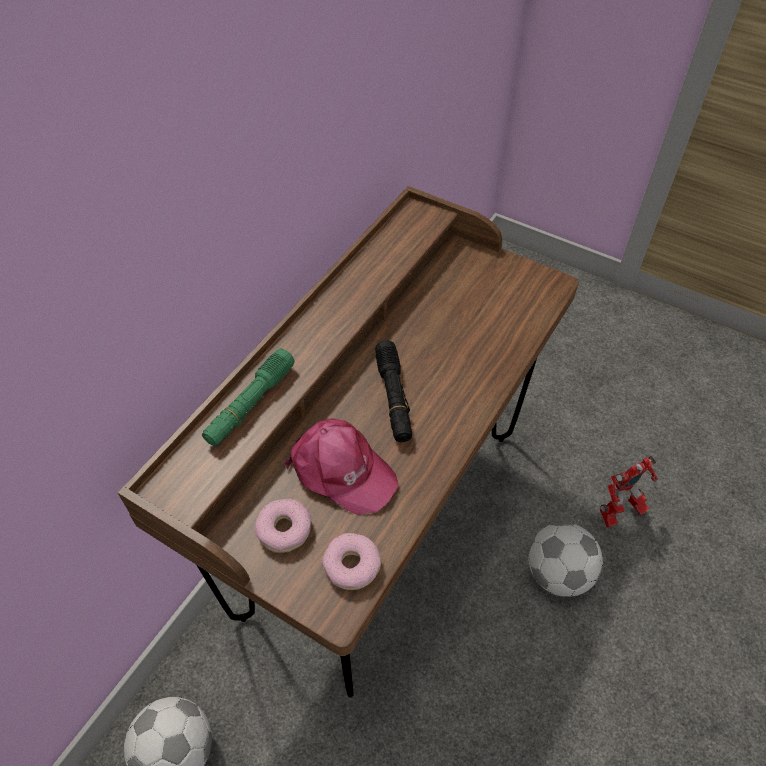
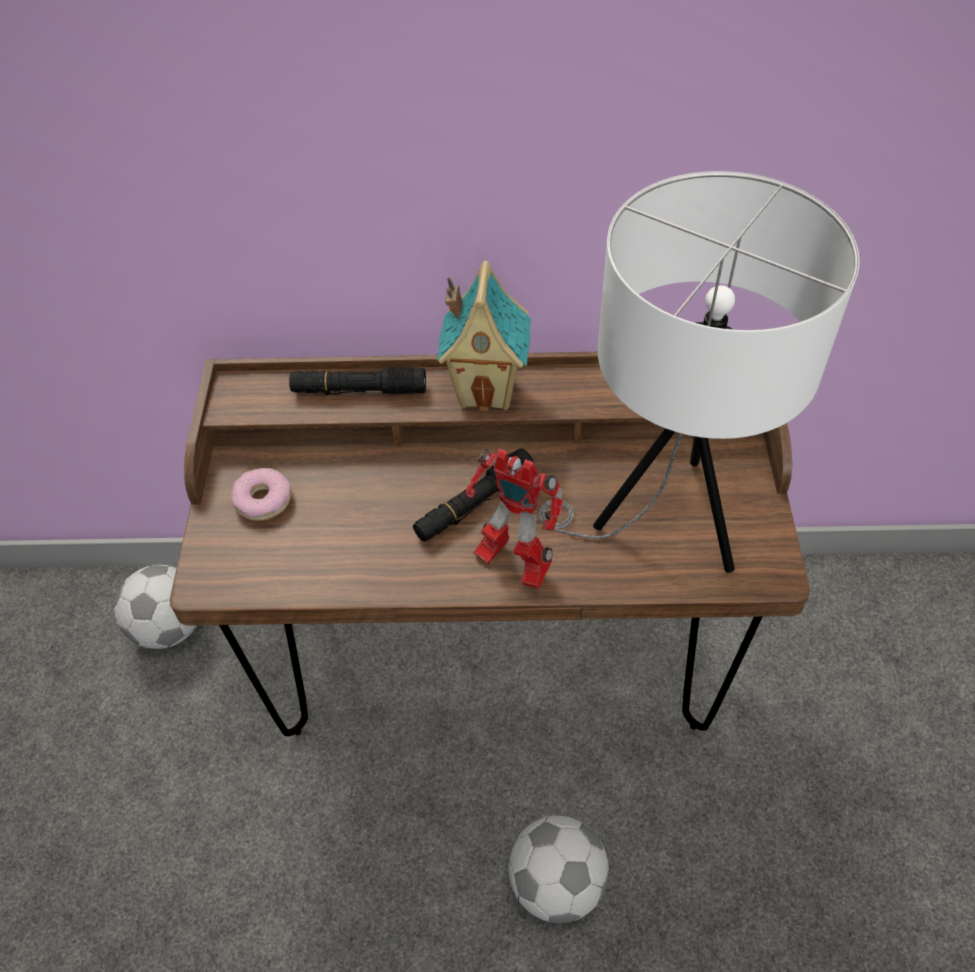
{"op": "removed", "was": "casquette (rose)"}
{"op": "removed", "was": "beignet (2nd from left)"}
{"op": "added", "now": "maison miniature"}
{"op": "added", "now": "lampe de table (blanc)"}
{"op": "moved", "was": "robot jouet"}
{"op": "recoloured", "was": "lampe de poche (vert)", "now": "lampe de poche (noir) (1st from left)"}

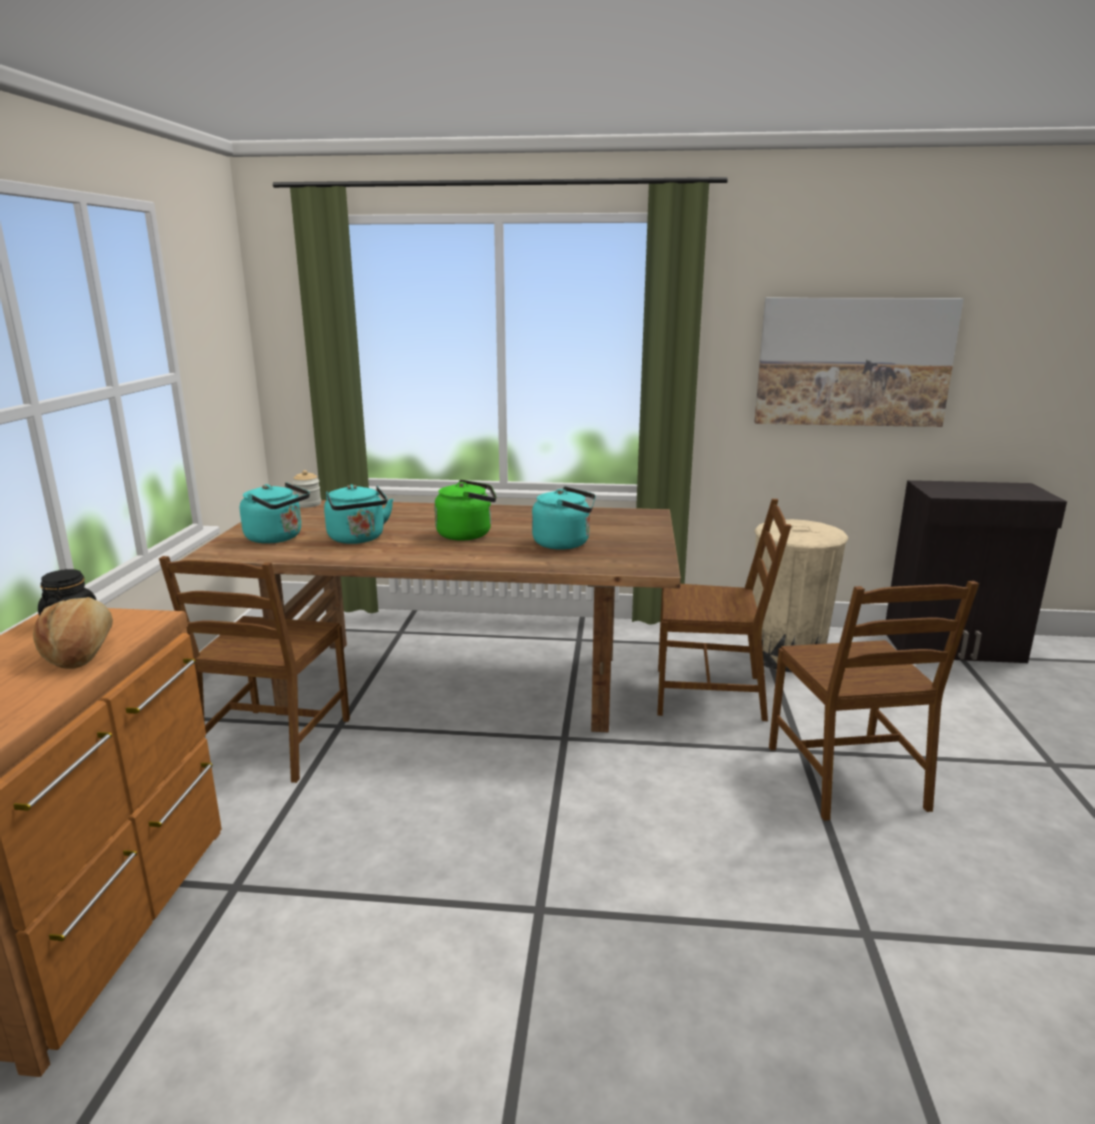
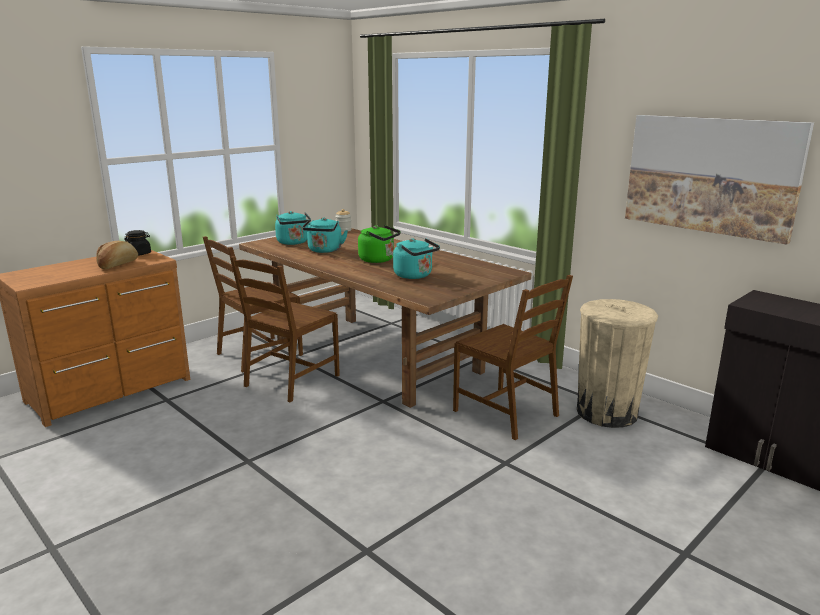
{"op": "moved", "was": "chaise (marron) (3rd from left in the first image)", "now": "chaise (marron) (2nd from left)"}

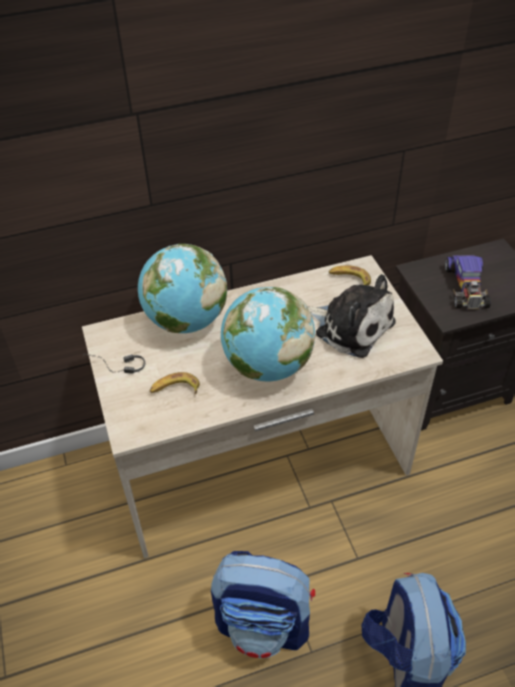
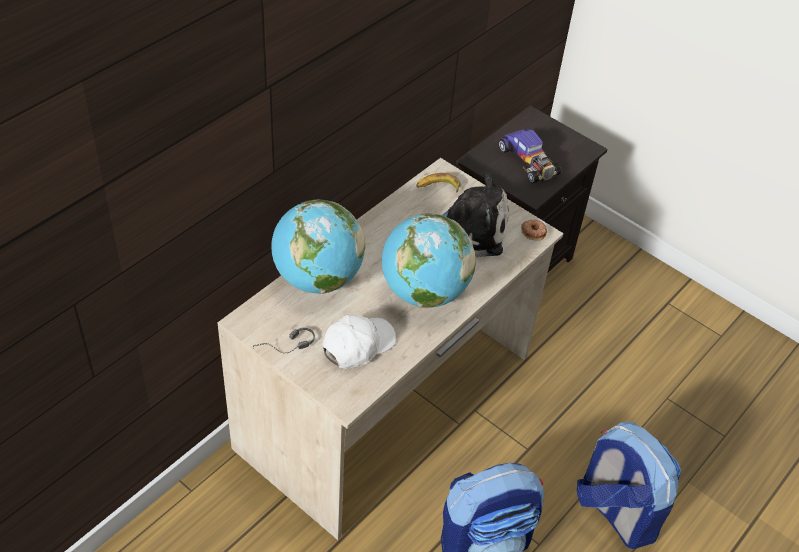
{"op": "added", "now": "beignet"}
{"op": "replaced", "was": "banane (1st from left)", "now": "casquette (blanc)"}

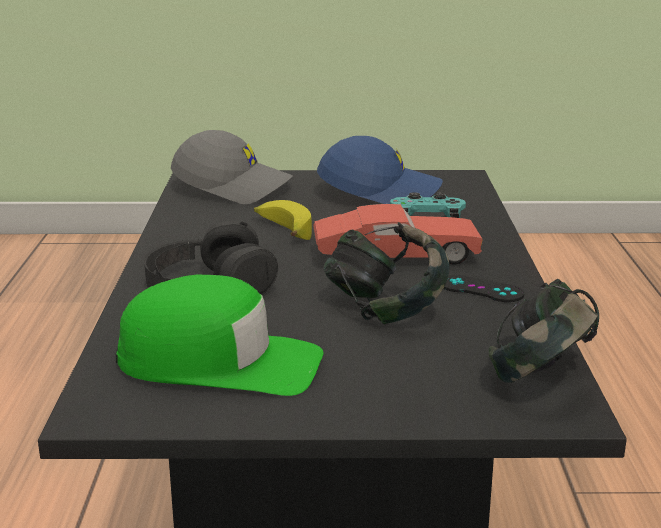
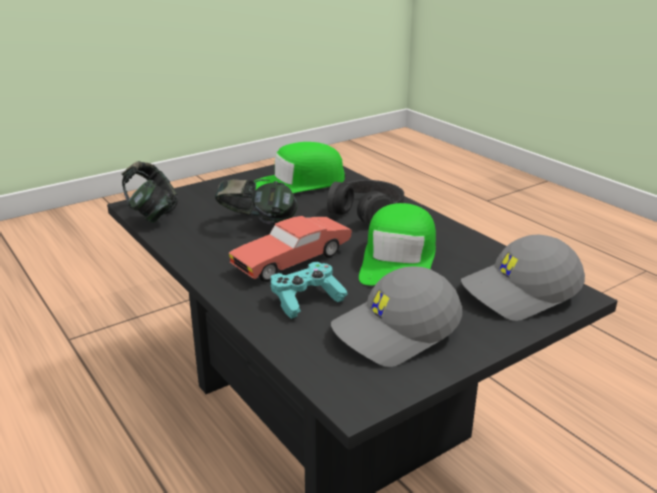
{"op": "removed", "was": "manette (noir)"}
{"op": "replaced", "was": "banane", "now": "casquette (vert) (2nd from left)"}
{"op": "recoloured", "was": "casquette (bleu)", "now": "casquette (gris) (1st from left)"}

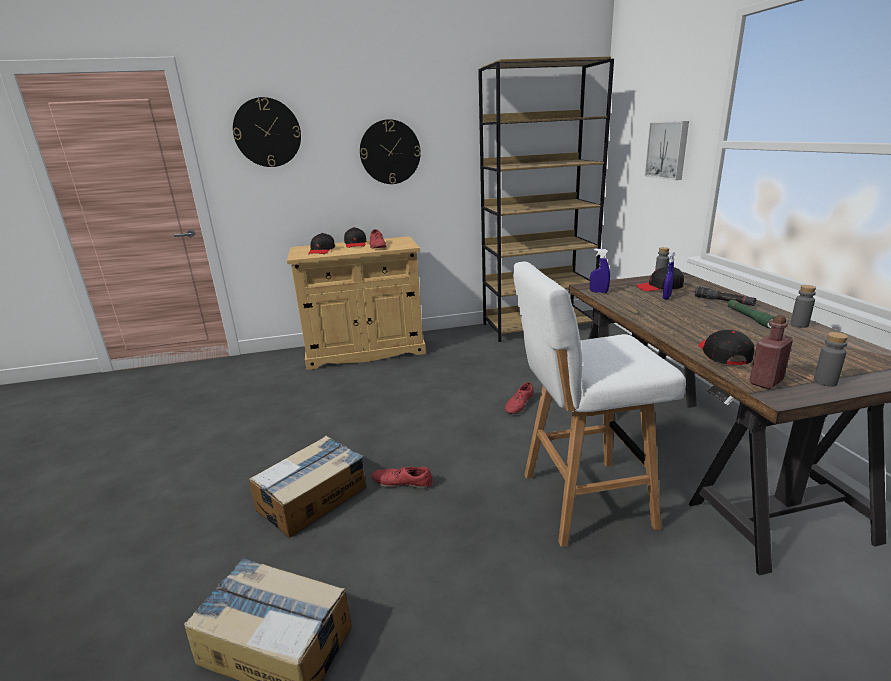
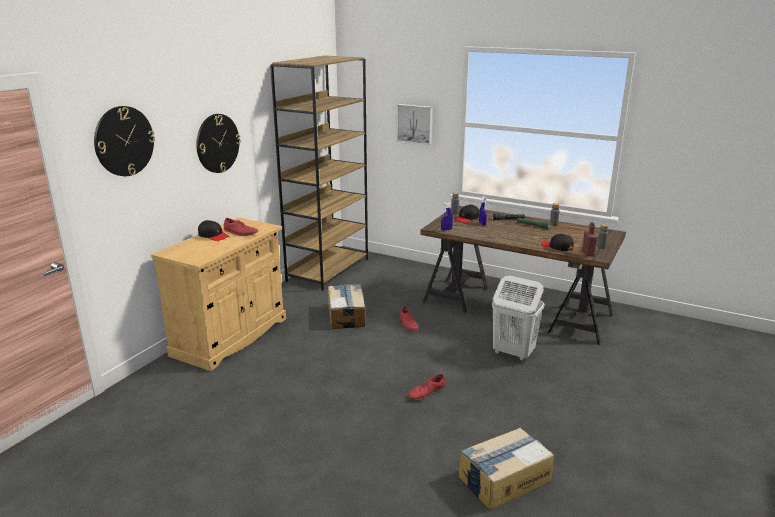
{"op": "removed", "was": "casquette (noir) (1st from left)"}
{"op": "moved", "was": "carton (2nd from left in the first image)", "now": "carton (1st from left)"}
{"op": "replaced", "was": "tabouret (blanc)", "now": "panier à linge (blanc)"}

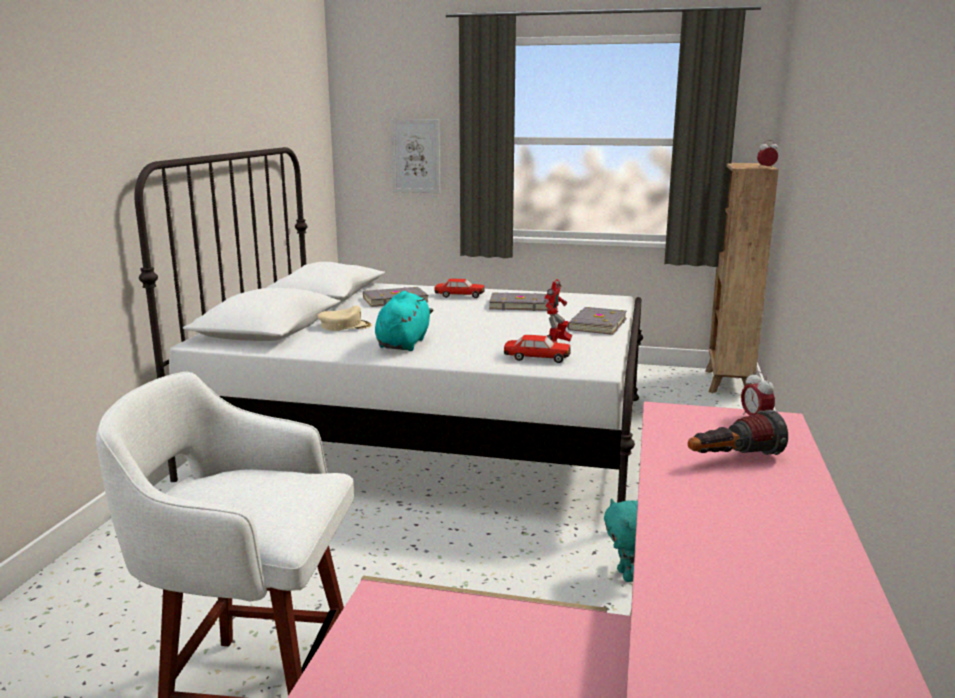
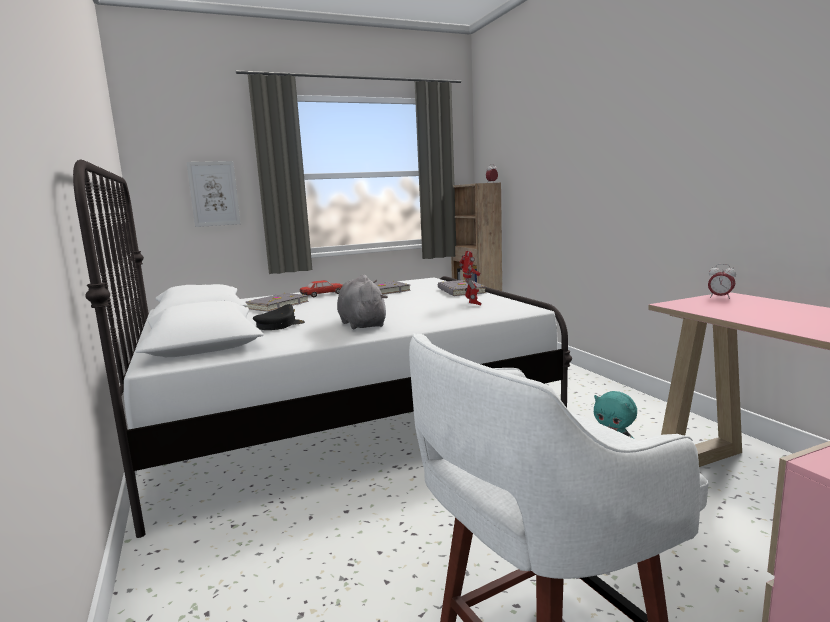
{"op": "removed", "was": "petite voiture (2nd from left)"}
{"op": "removed", "was": "lampe de poche"}
{"op": "recoloured", "was": "casquette (beige)", "now": "casquette (noir)"}
{"op": "recoloured", "was": "peluche (turquoise) (1st from left)", "now": "peluche (gris)"}

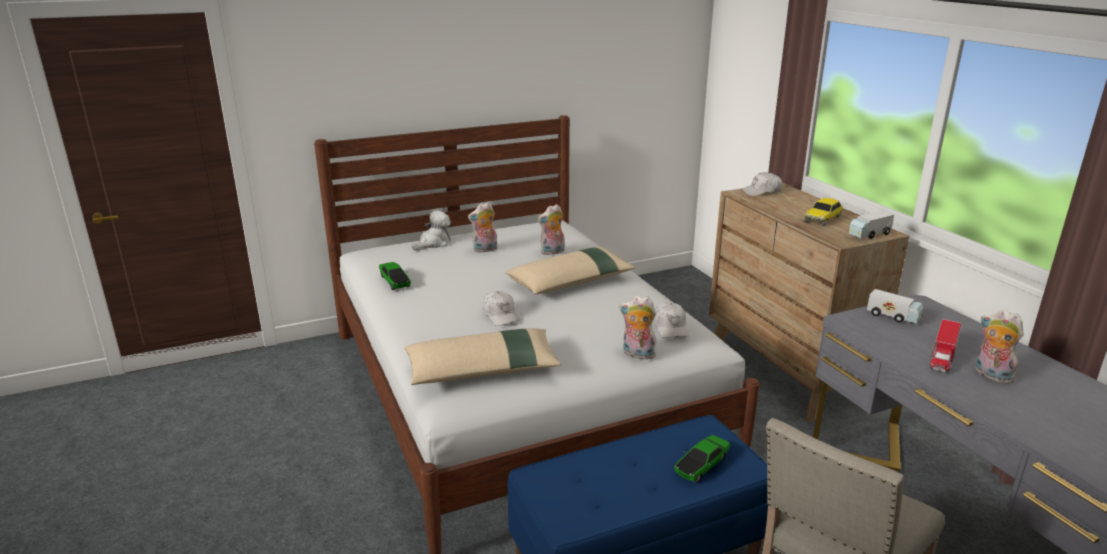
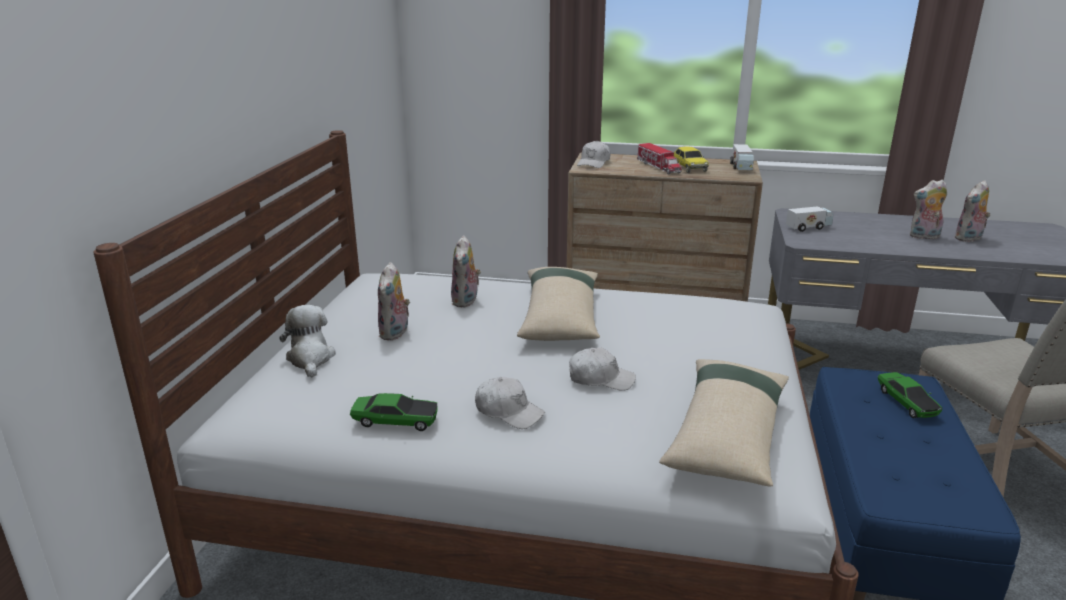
{"op": "moved", "was": "peluche (4th from left in the first image)", "now": "peluche (5th from left)"}
{"op": "moved", "was": "casquette (blanc) (2nd from left in the first image)", "now": "casquette (blanc) (1st from left)"}
{"op": "moved", "was": "camion jouet (3rd from left in the first image)", "now": "camion jouet (1st from left)"}

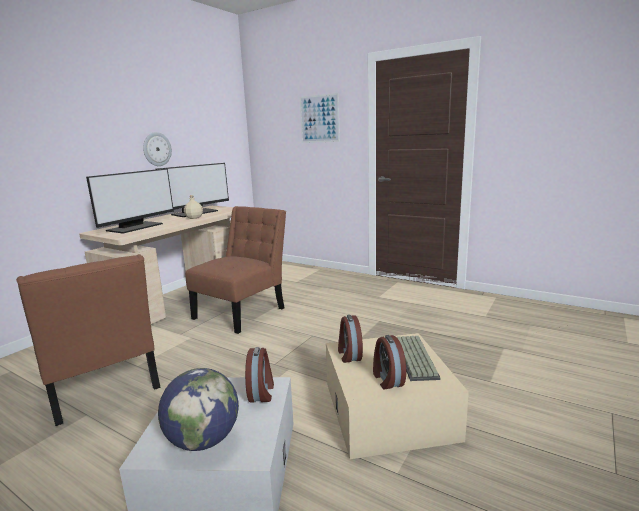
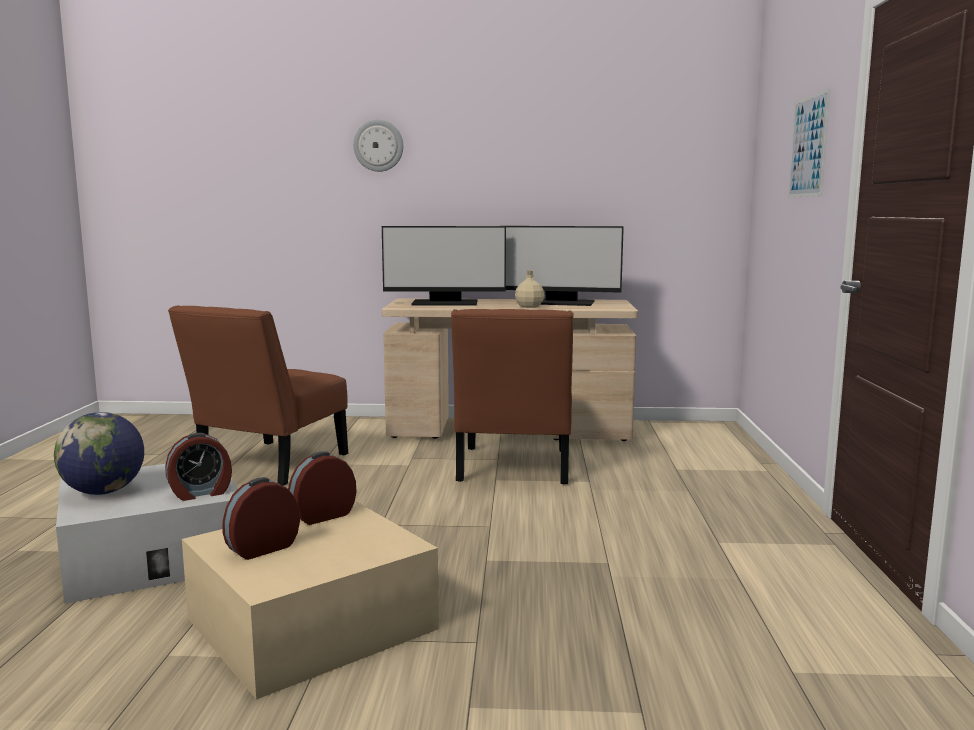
{"op": "removed", "was": "clavier"}
{"op": "moved", "was": "horloge murale"}
{"op": "turned", "was": "chaise (marron) (2nd from left)", "clockwise": 90}

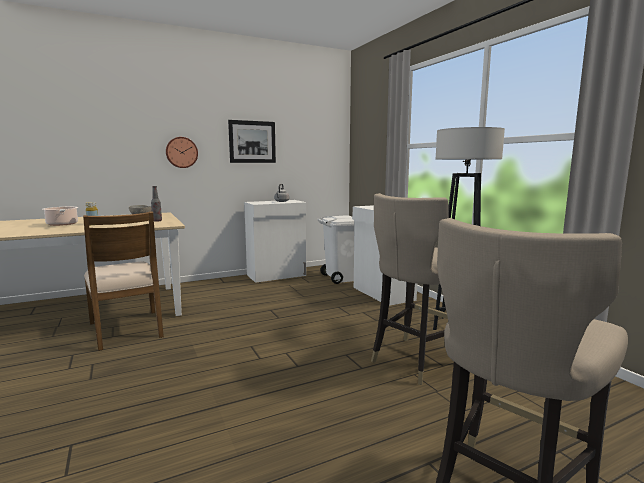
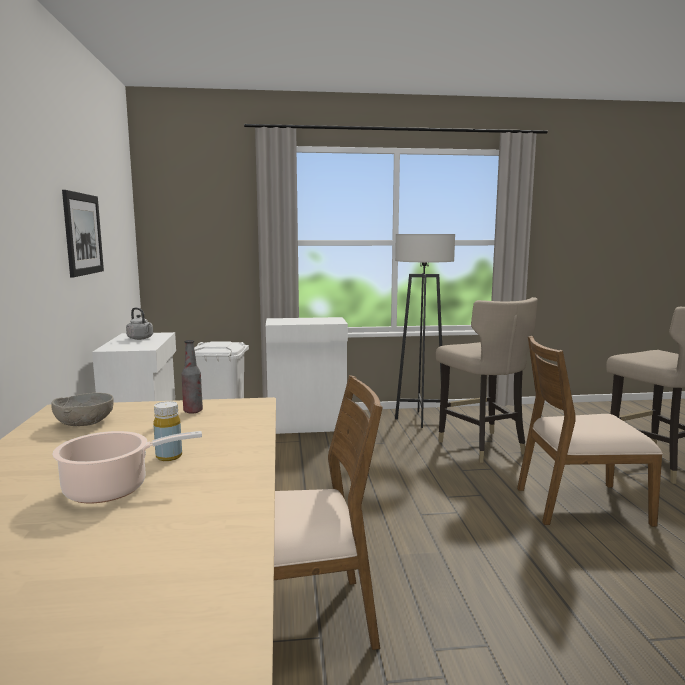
{"op": "removed", "was": "horloge murale"}
{"op": "added", "now": "chaise (marron) (2nd from left)"}

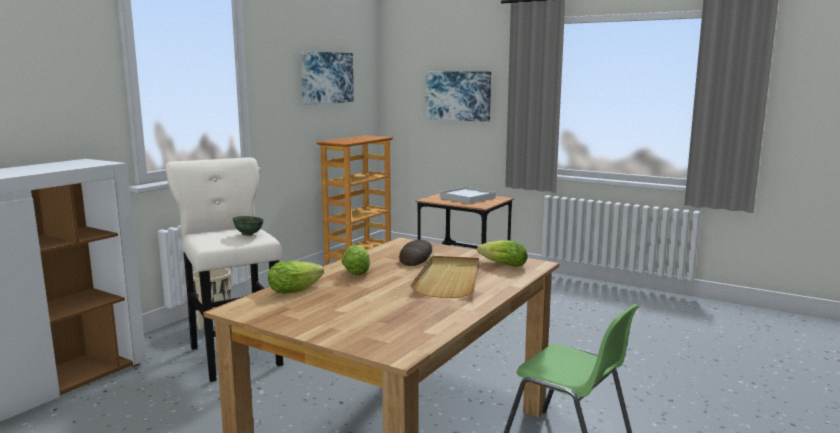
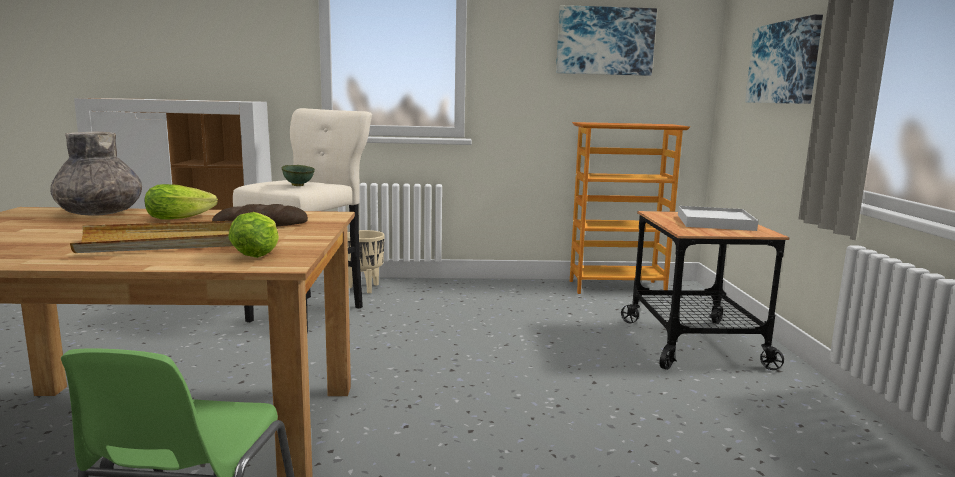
{"op": "replaced", "was": "laitue (1st from left)", "now": "vase (gris)"}

